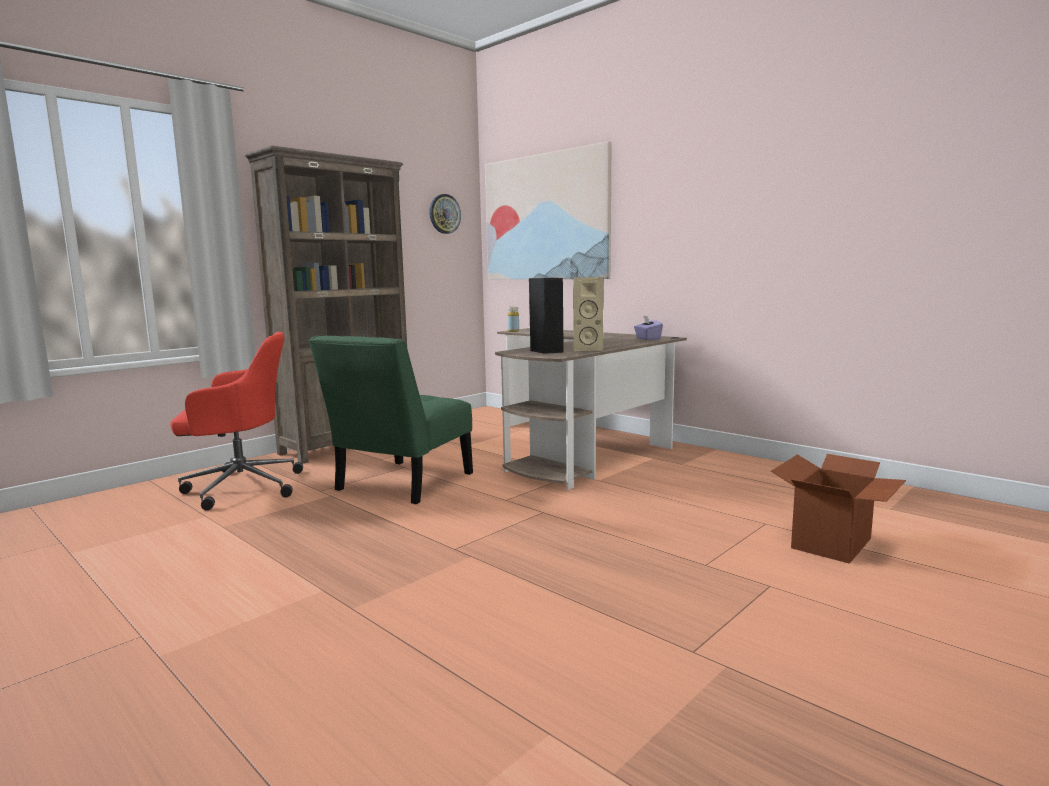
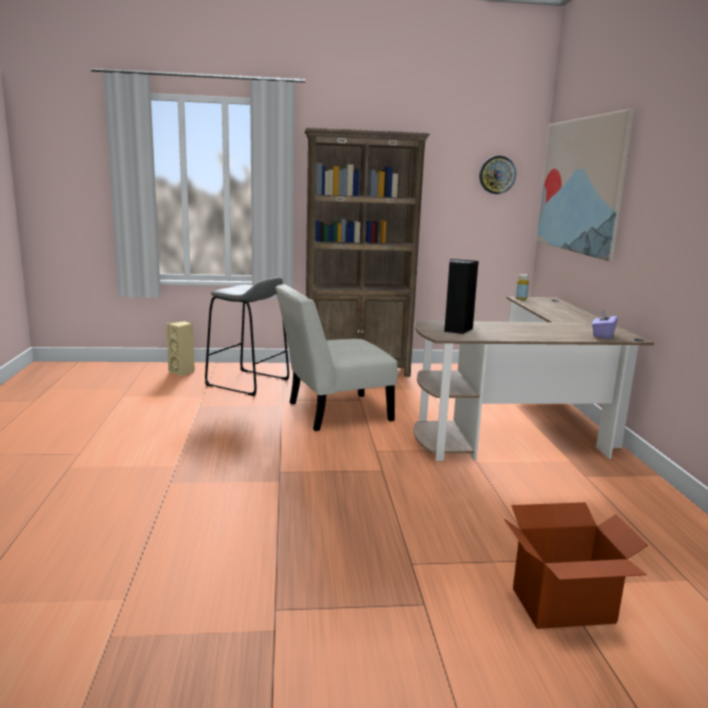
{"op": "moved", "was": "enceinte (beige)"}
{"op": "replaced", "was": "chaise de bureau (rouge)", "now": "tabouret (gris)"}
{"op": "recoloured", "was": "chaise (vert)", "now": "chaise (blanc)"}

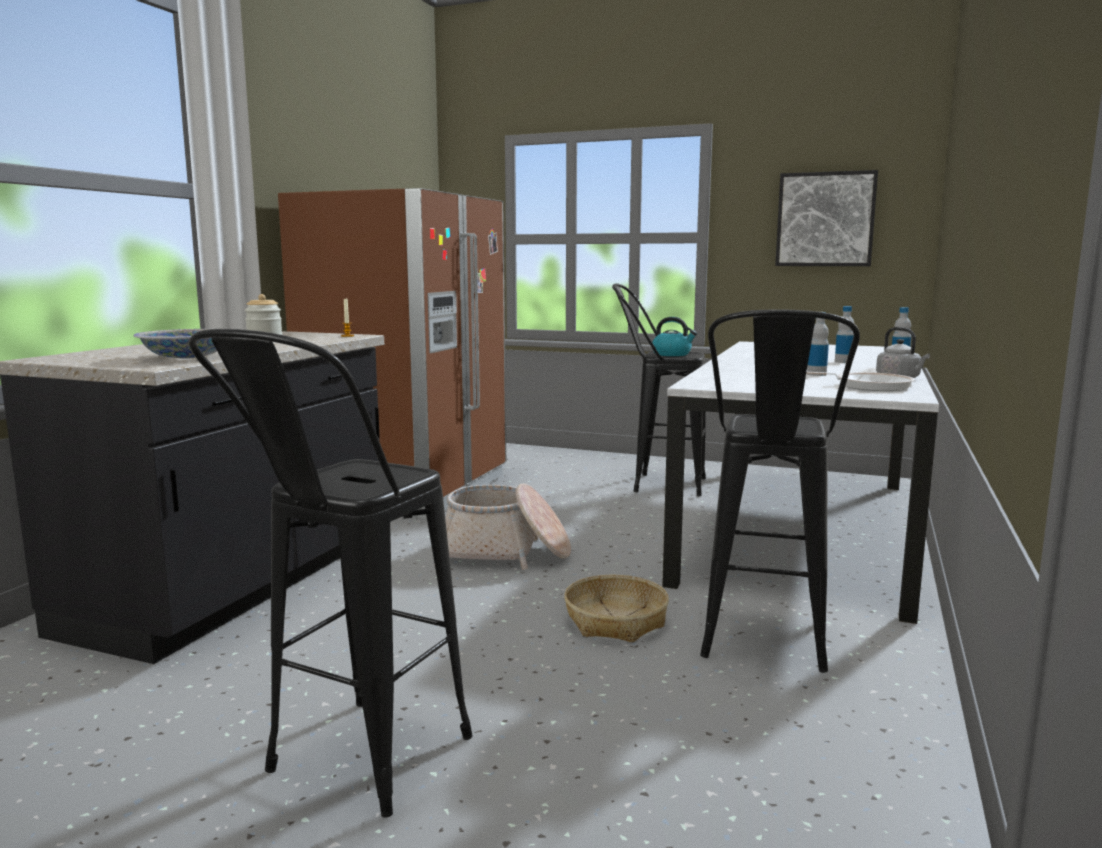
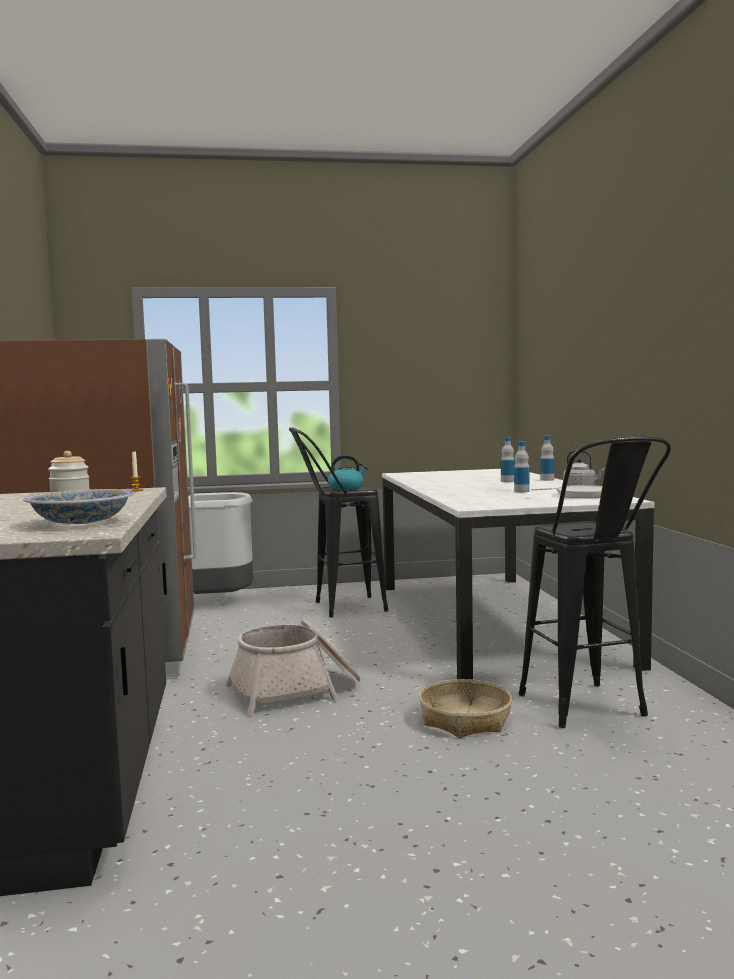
{"op": "removed", "was": "tabouret (noir) (1st from left)"}
{"op": "removed", "was": "tableau"}
{"op": "added", "now": "poubelle (gris)"}

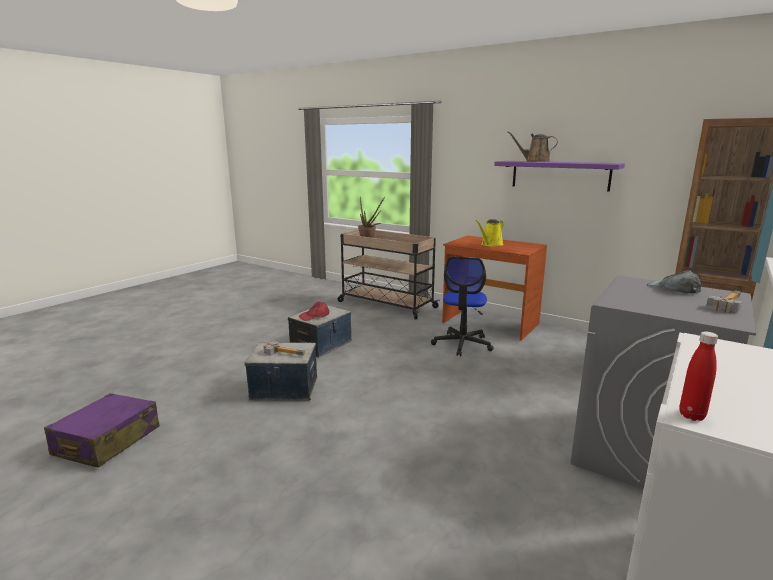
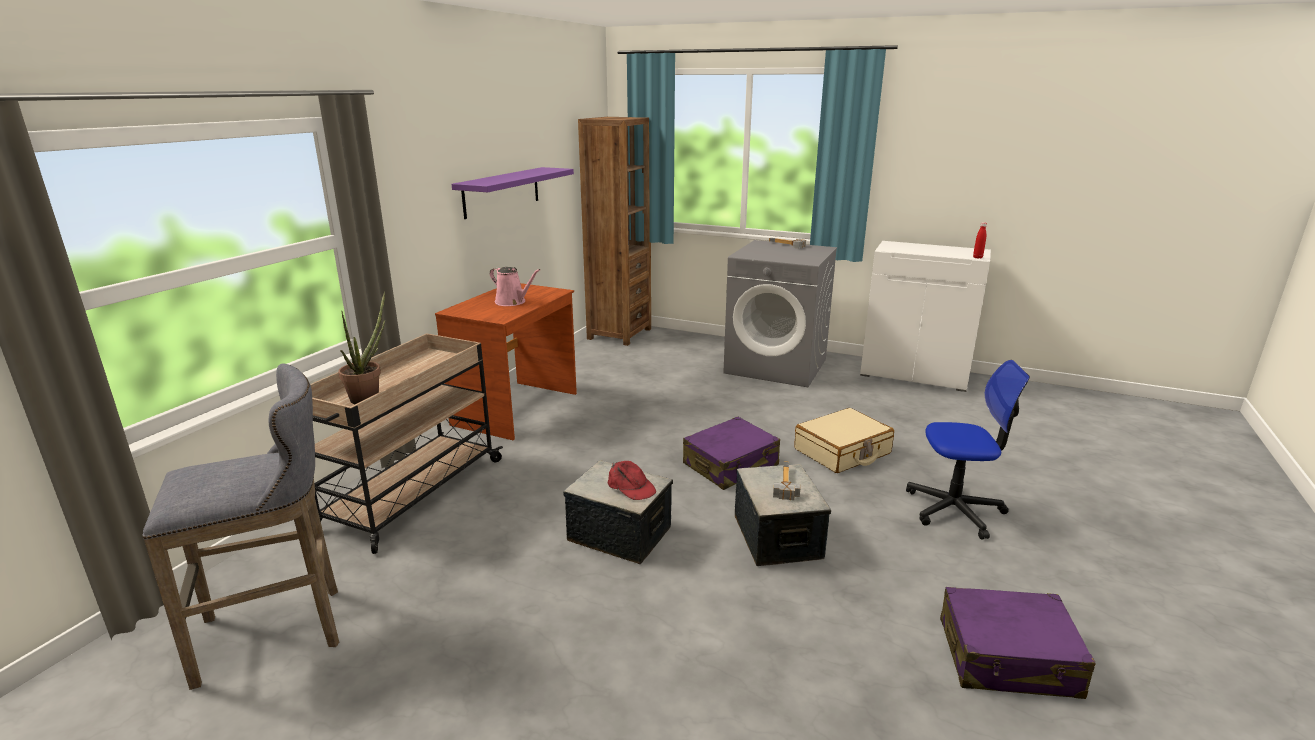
{"op": "removed", "was": "arrosoir (marron)"}
{"op": "removed", "was": "casquette (gris)"}
{"op": "added", "now": "tabouret (gris)"}
{"op": "added", "now": "valise (violet) (1st from left)"}
{"op": "added", "now": "valise (beige)"}
{"op": "moved", "was": "chaise de bureau"}
{"op": "recoloured", "was": "arrosoir (jaune)", "now": "arrosoir (rose)"}

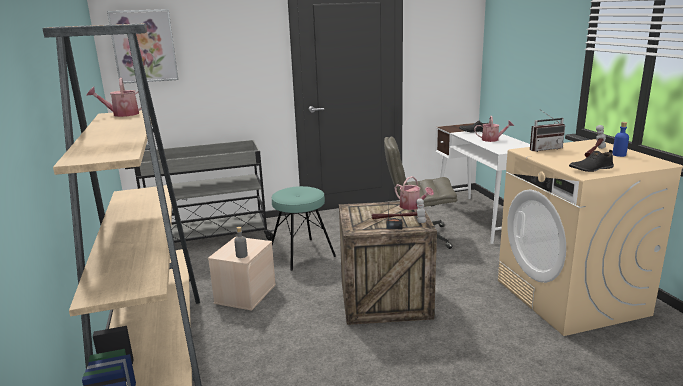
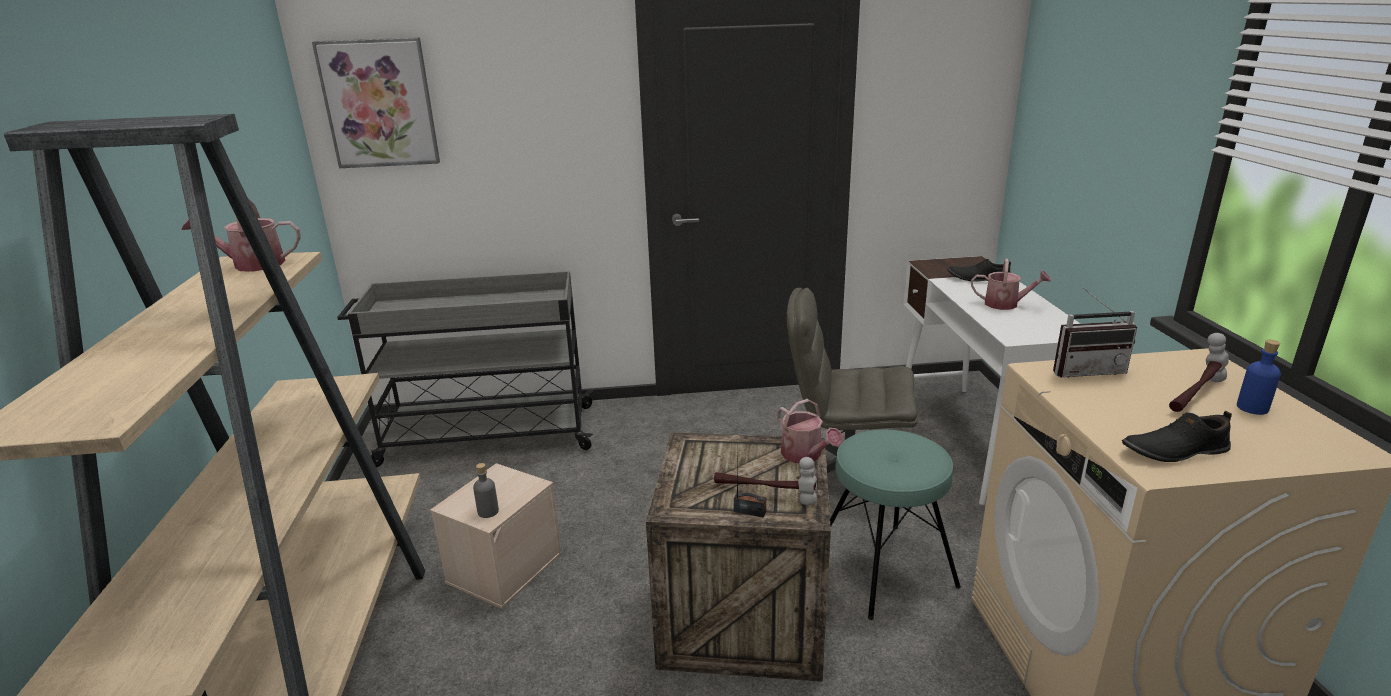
{"op": "moved", "was": "tabouret (turquoise)"}

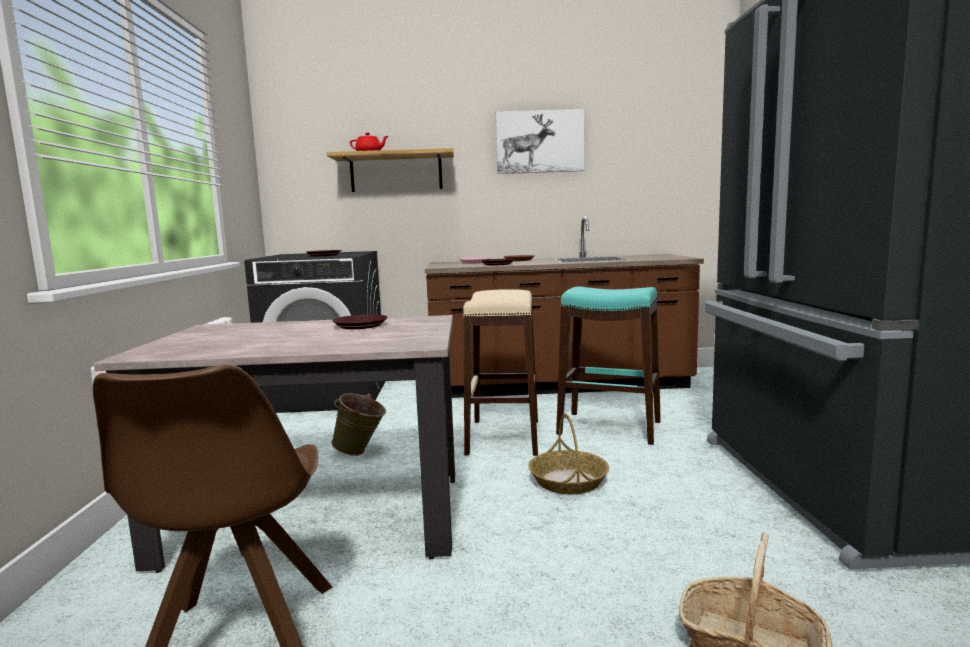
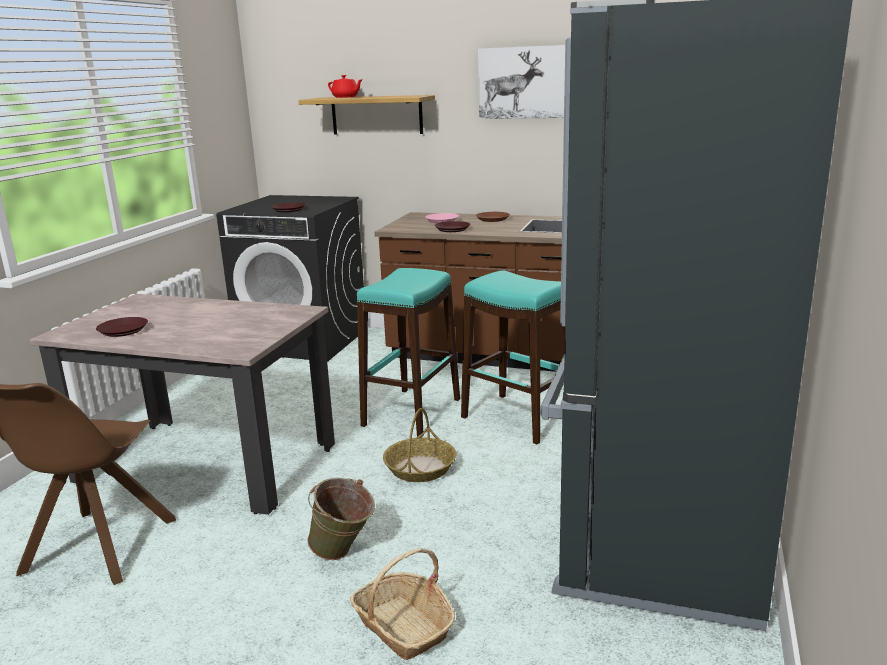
{"op": "moved", "was": "seau (vert)"}
{"op": "moved", "was": "assiette (marron) (2nd from left in the first image)", "now": "assiette (marron) (1st from left)"}
{"op": "recoloured", "was": "tabouret (beige)", "now": "tabouret (turquoise) (1st from left)"}

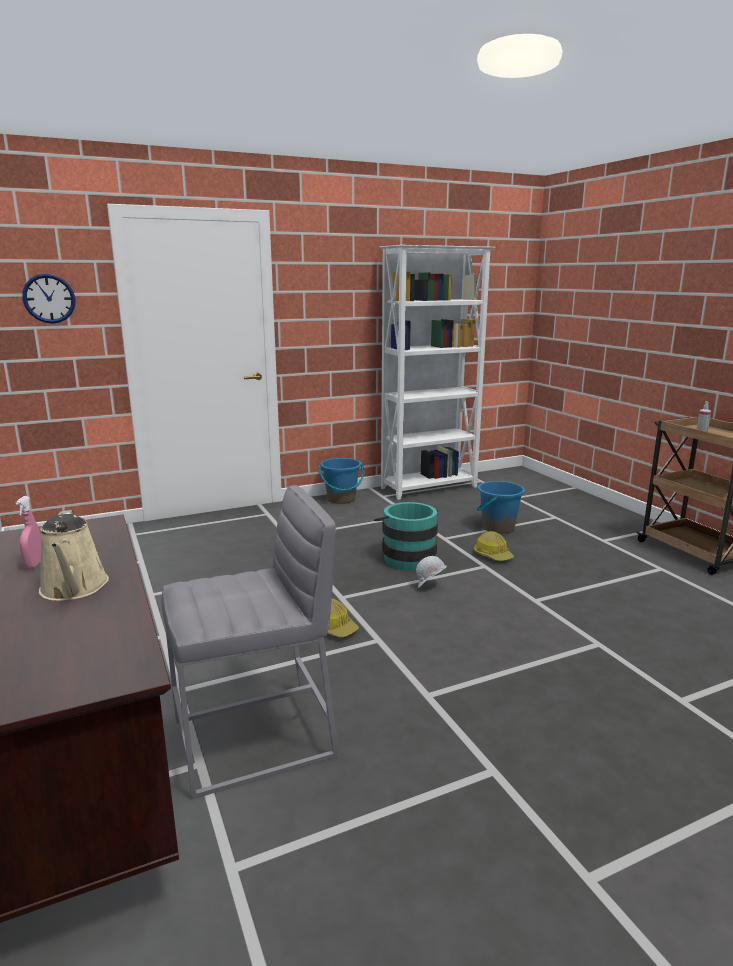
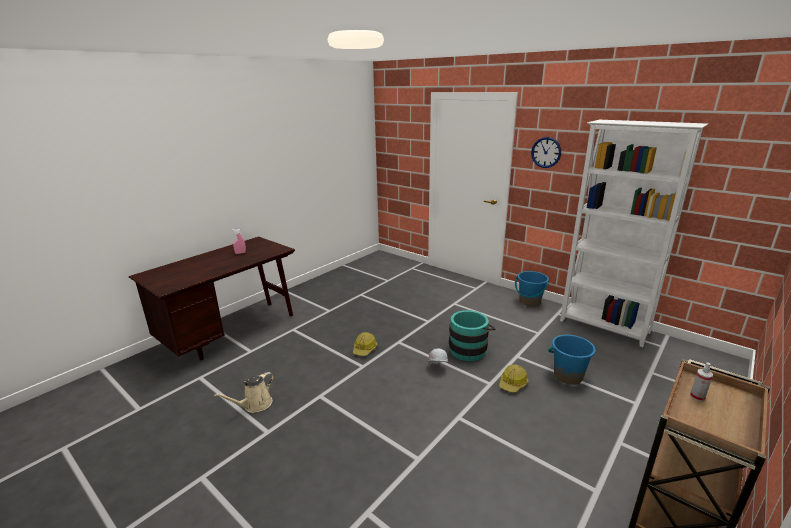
{"op": "removed", "was": "tabouret (gris)"}
{"op": "moved", "was": "horloge murale"}
{"op": "moved", "was": "arrosoir (beige)"}

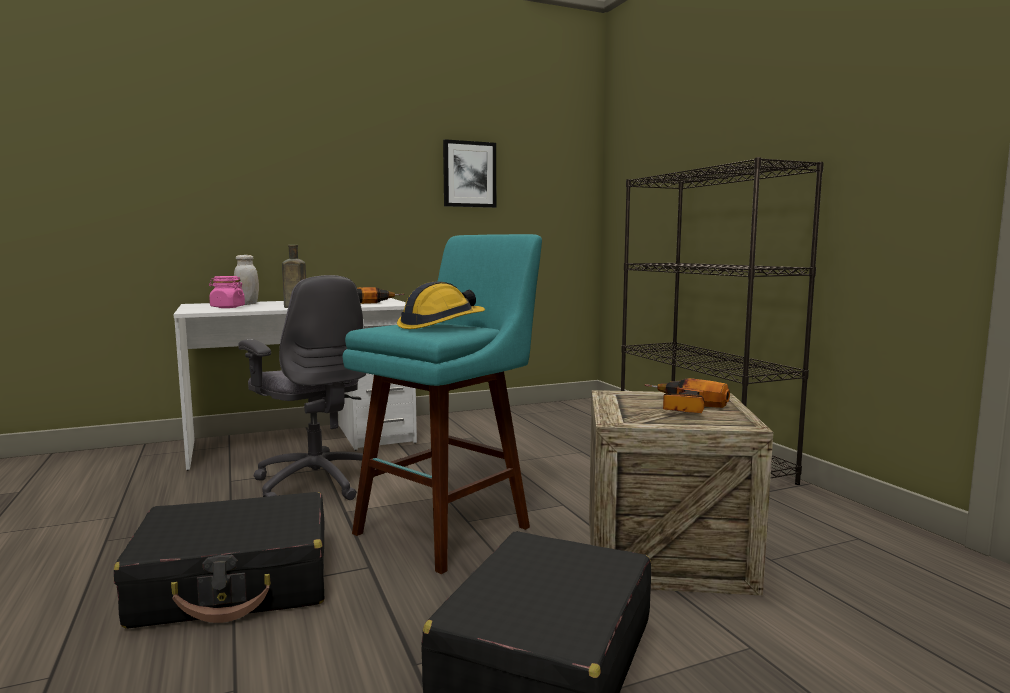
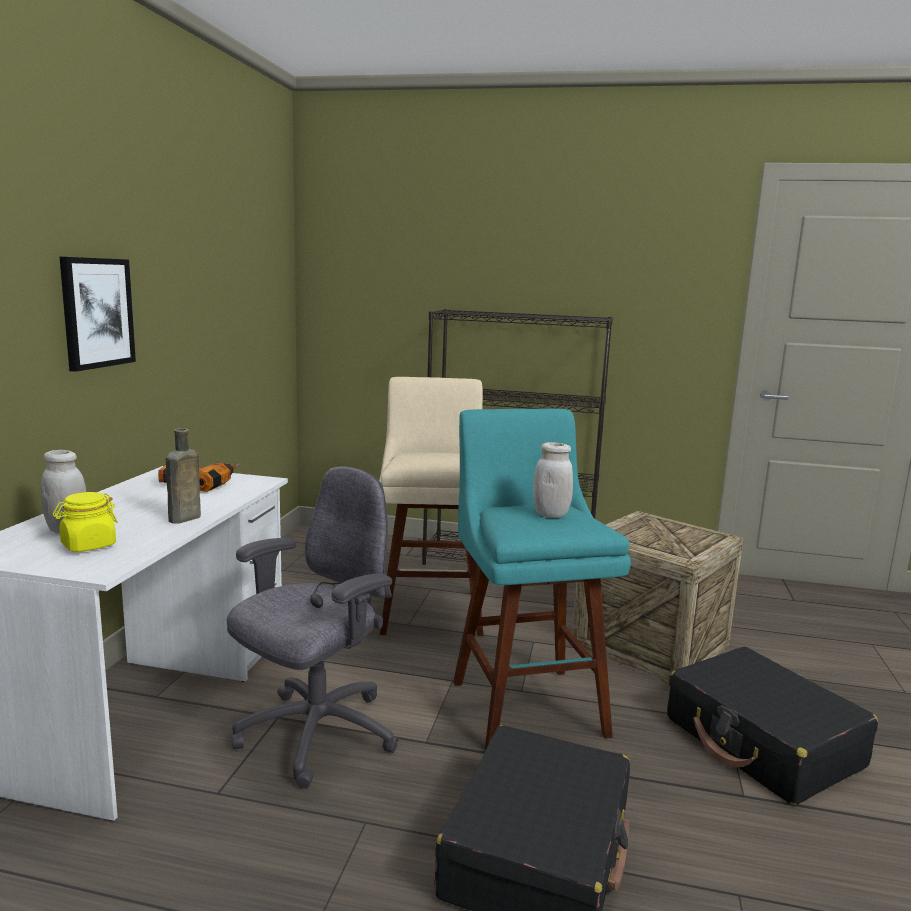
{"op": "removed", "was": "perceuse (2nd from left)"}
{"op": "added", "now": "tabouret (beige)"}
{"op": "moved", "was": "tableau"}
{"op": "replaced", "was": "casque de chantier", "now": "bocal (blanc) (2nd from left)"}
{"op": "recoloured", "was": "bocal (rose)", "now": "bocal (jaune)"}
{"op": "turned", "was": "chaise de bureau (gris)", "clockwise": -45}

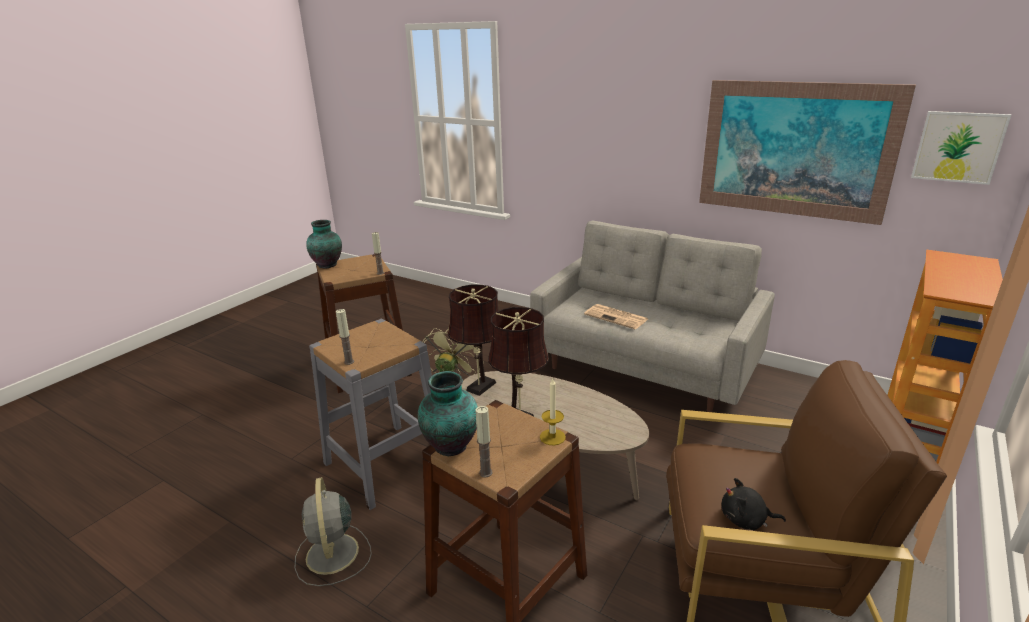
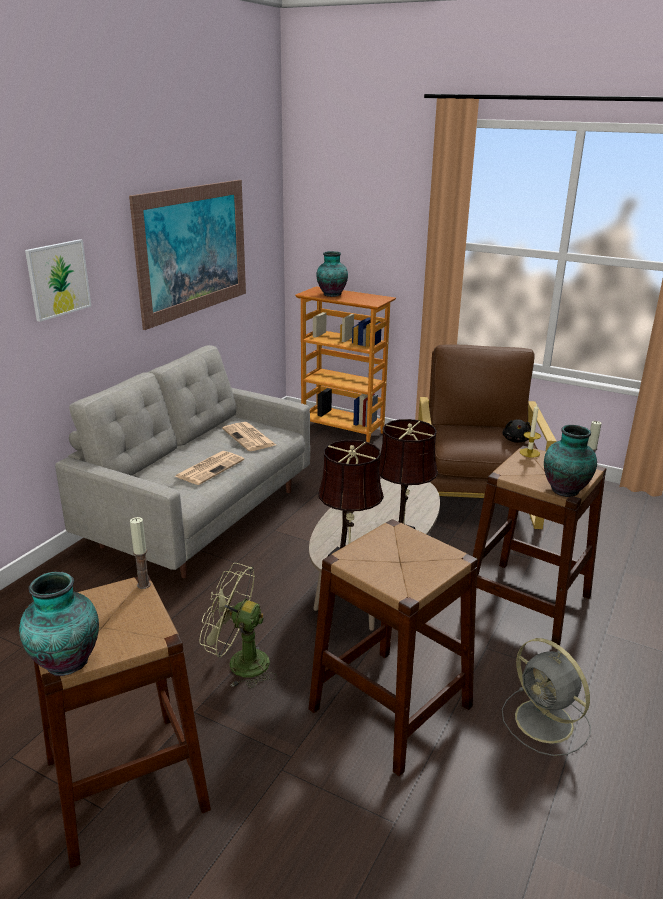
{"op": "removed", "was": "bougie (1st from left)"}
{"op": "added", "now": "journal (2nd from left)"}
{"op": "added", "now": "vase (2nd from left)"}
{"op": "moved", "was": "tableau (2nd from left in the first image)", "now": "tableau (1st from left)"}
{"op": "recoloured", "was": "tabouret (gris)", "now": "tabouret (marron) (2nd from left)"}
{"op": "turned", "was": "ventilateur (gris)", "clockwise": 75}

